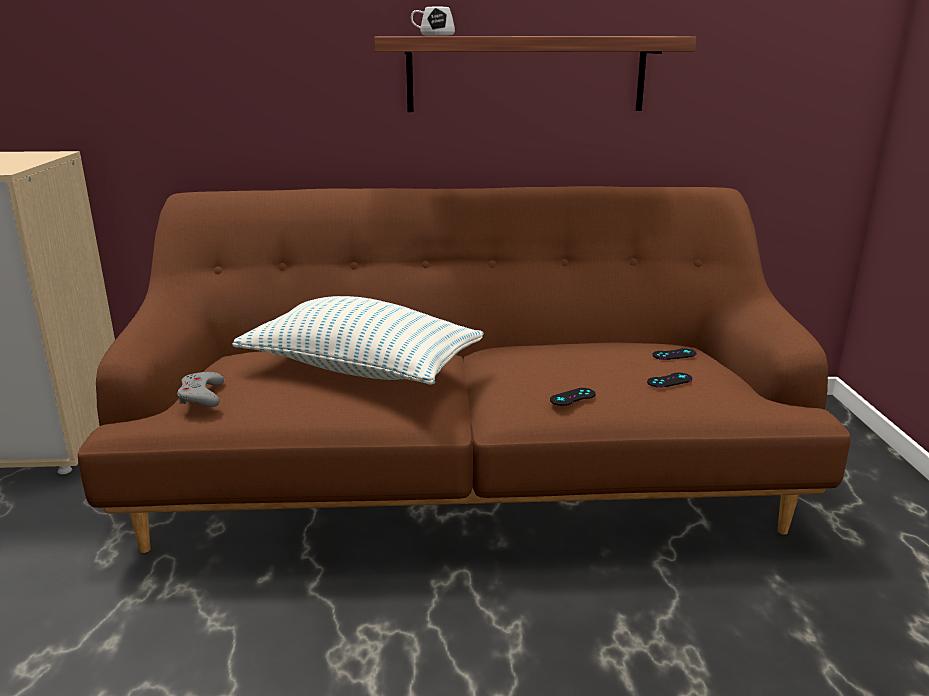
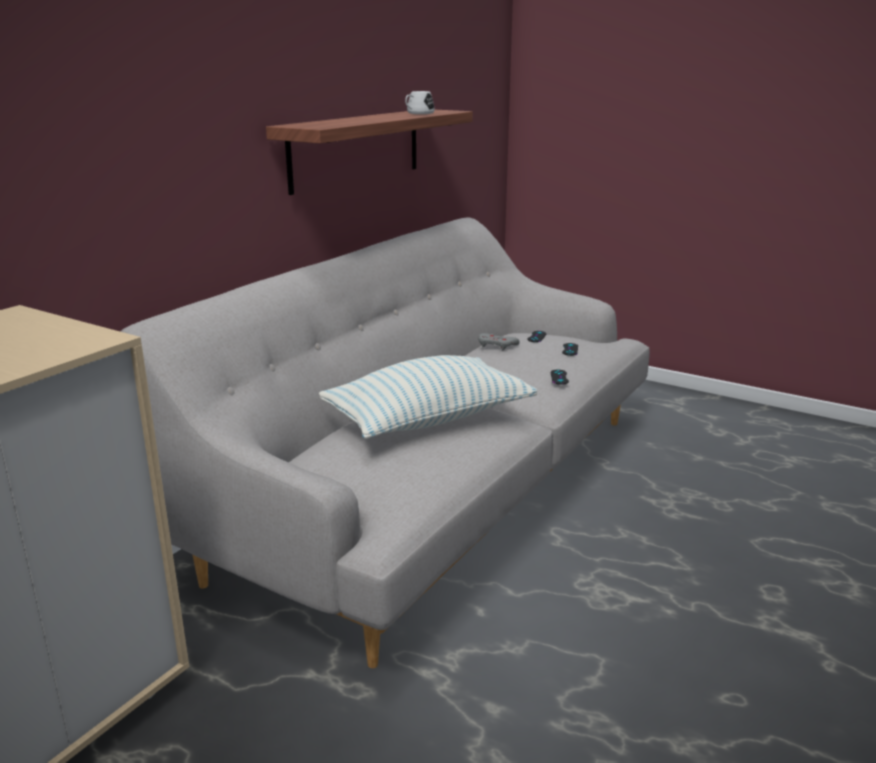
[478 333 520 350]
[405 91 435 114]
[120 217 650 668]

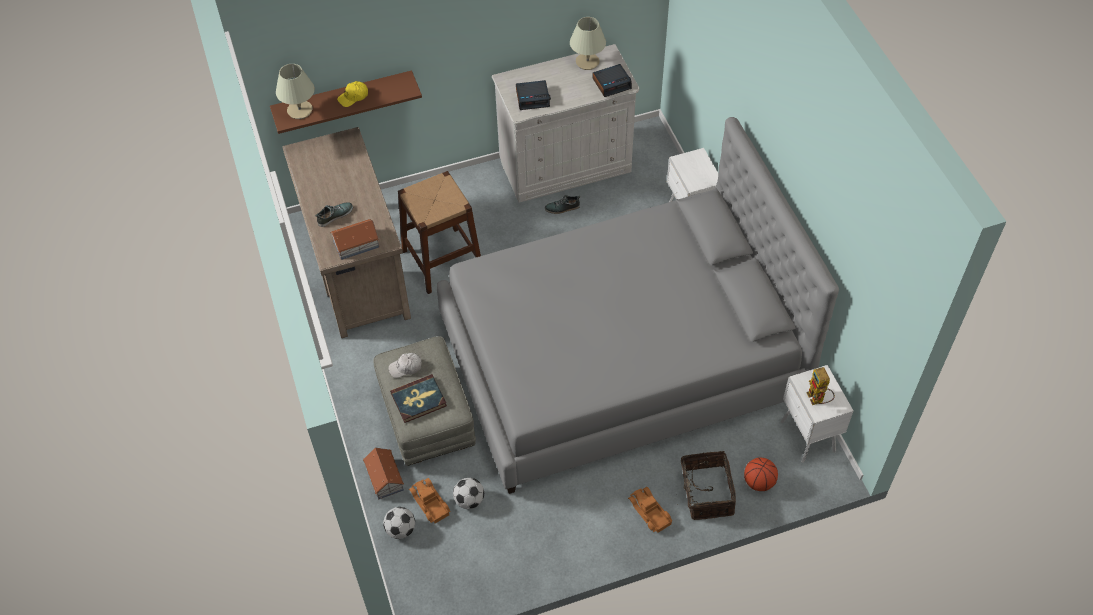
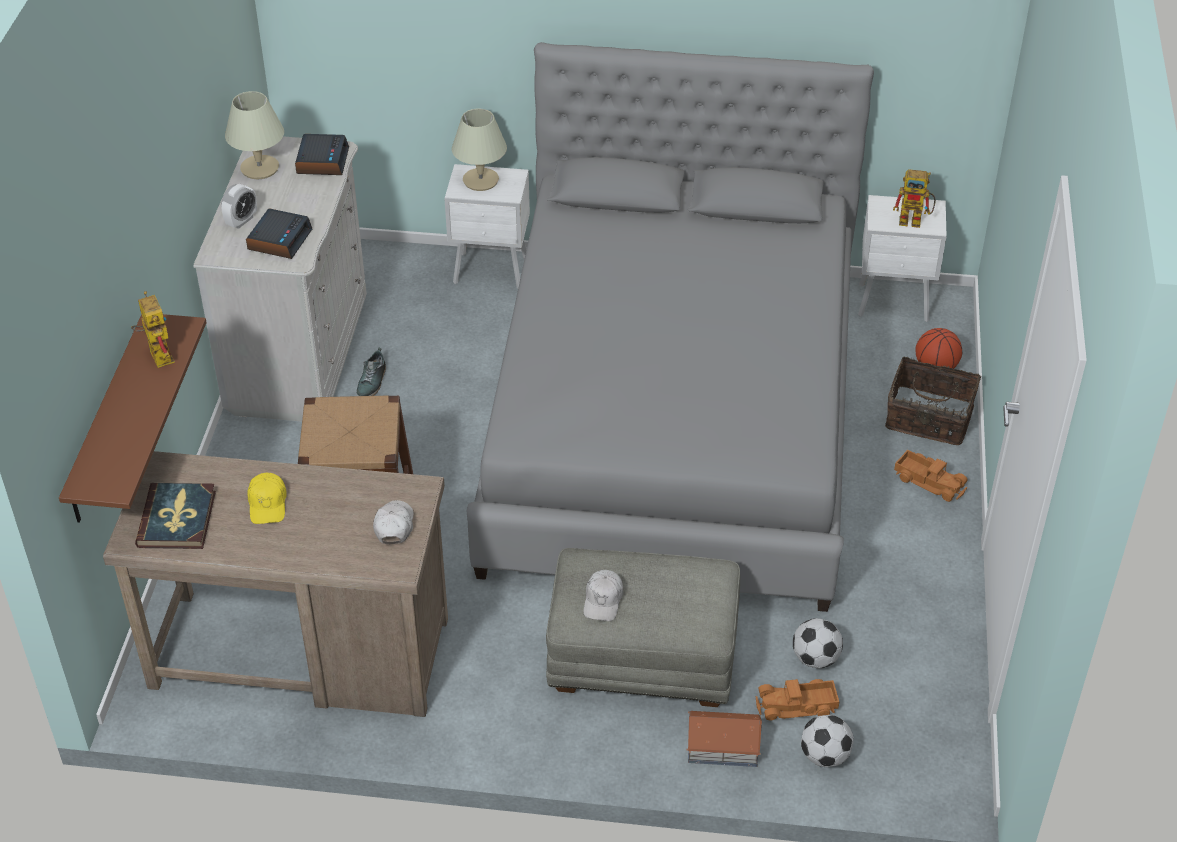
[315 202 353 227] (first image)
[131 291 175 368]
[221 184 257 229]
[452 108 507 191]
[247 473 287 524]
[135 483 216 549]
[373 500 414 544]
[894 450 968 502]

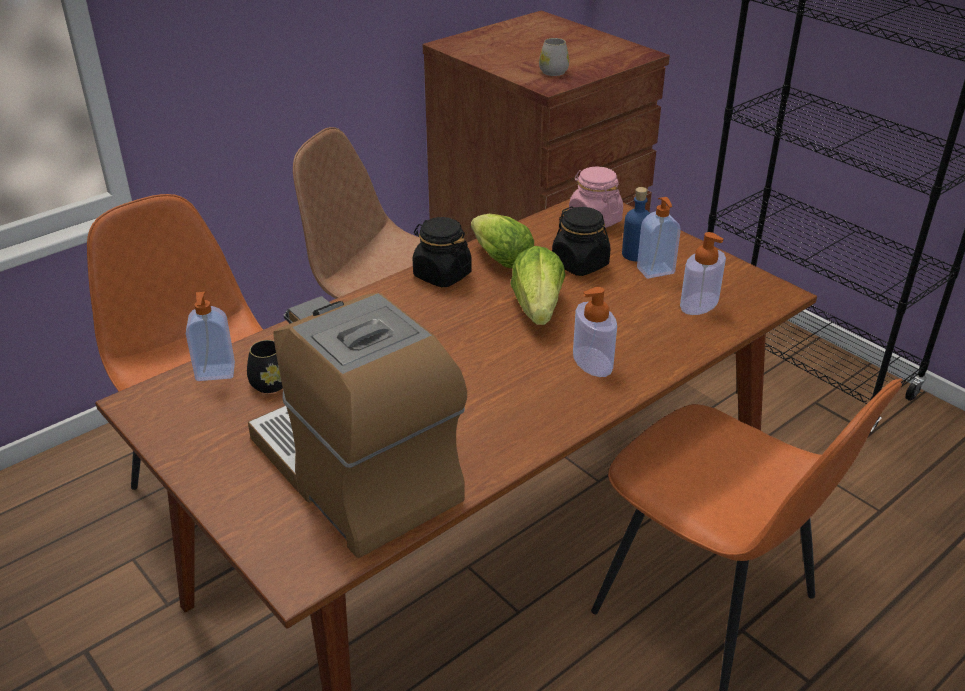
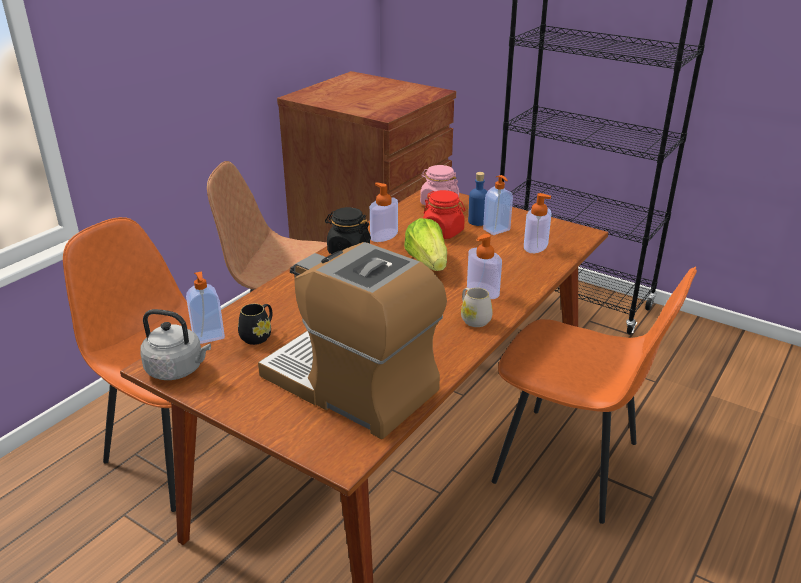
[140 309 211 380]
[461 288 493 327]
[370 182 398 242]
[423 190 465 239]

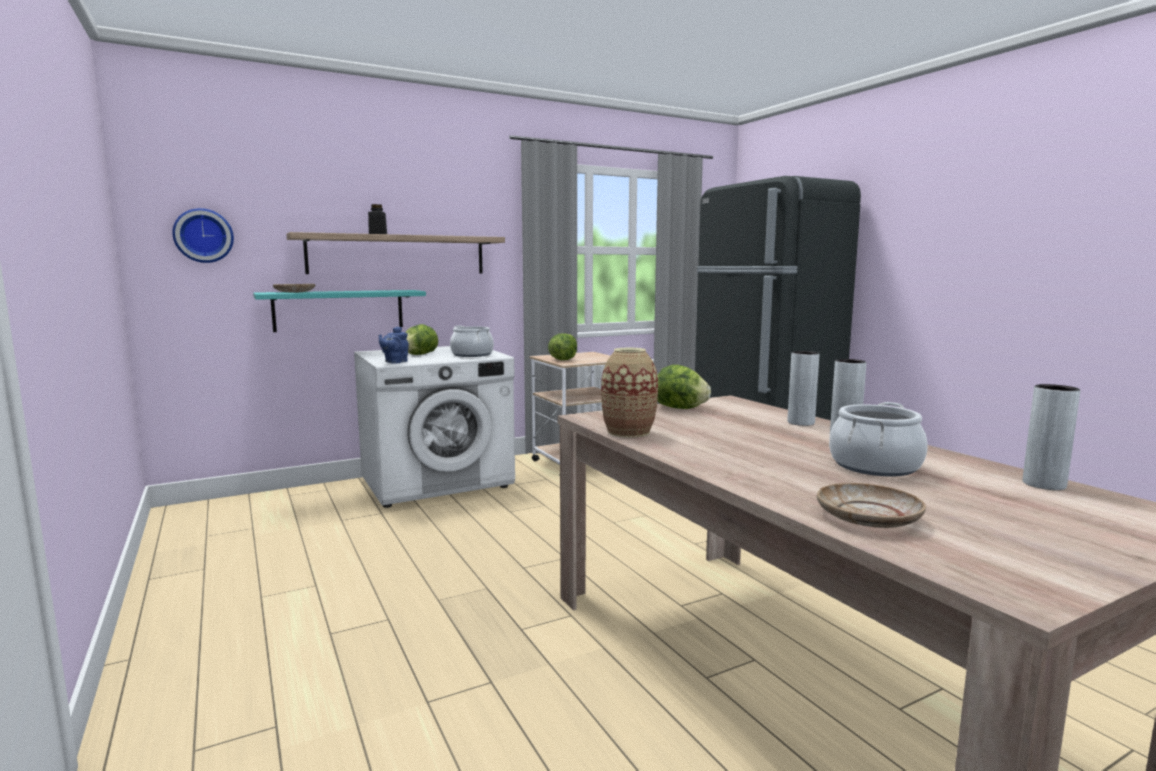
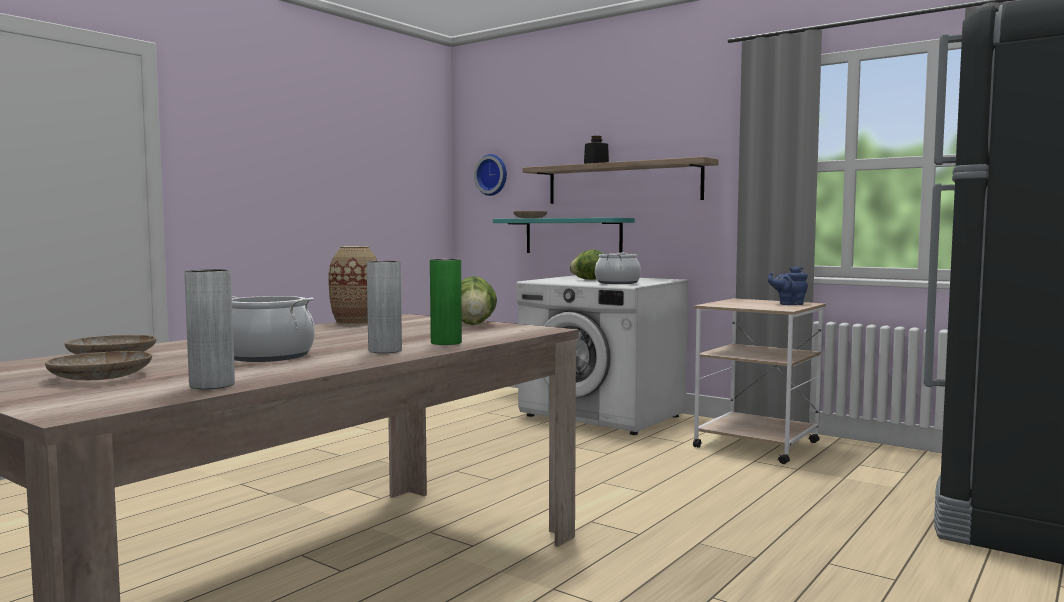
[548 333 577 360] (first image)
[45 351 152 380]
[768 267 808 305]
[430 259 462 345]

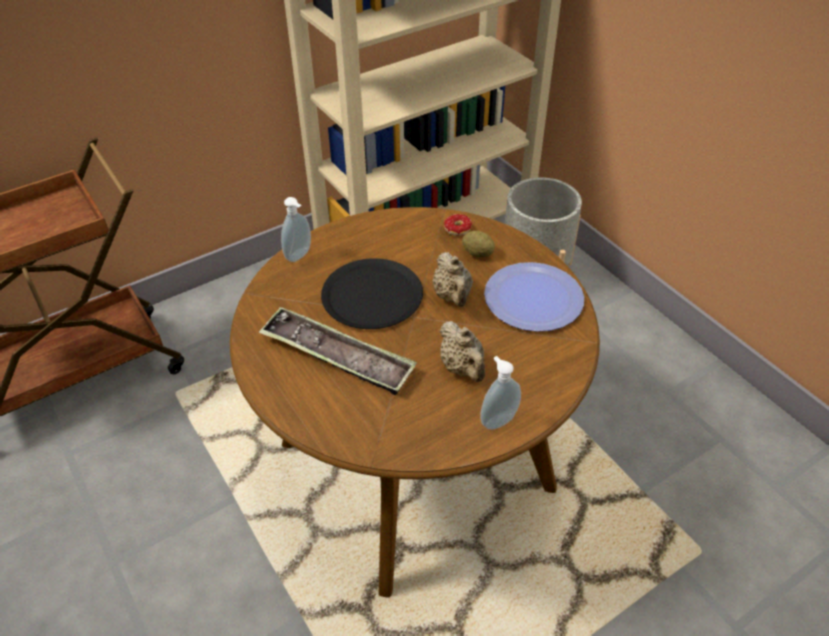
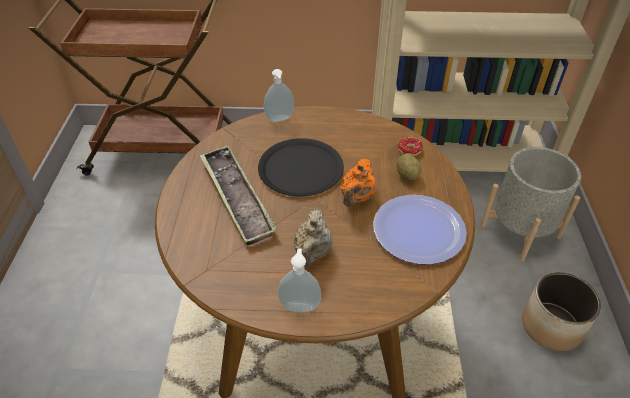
[522 272 601 351]
[340 159 376 207]

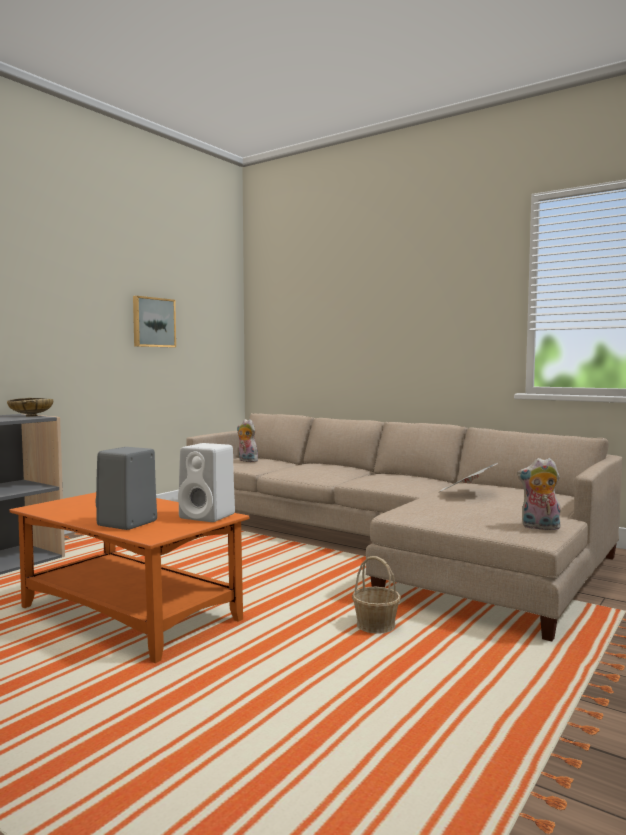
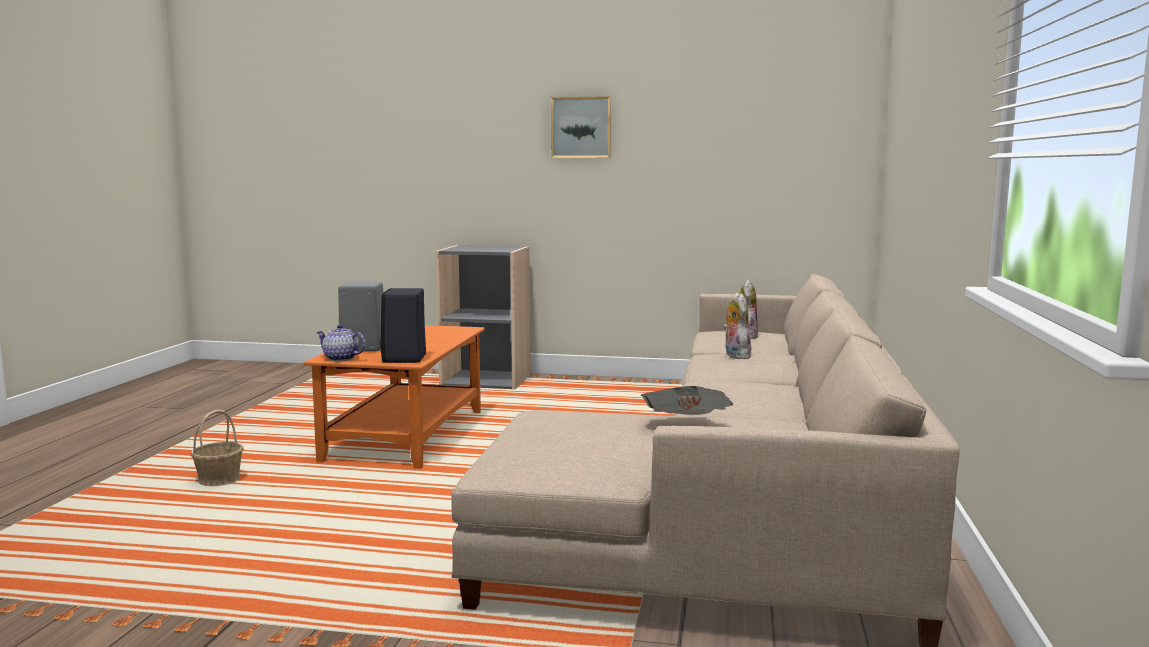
[7 397 53 417] (first image)
[316 325 366 361]
[551 96 611 158]
[191 410 244 486]
[723 293 751 359]
[380 288 426 363]

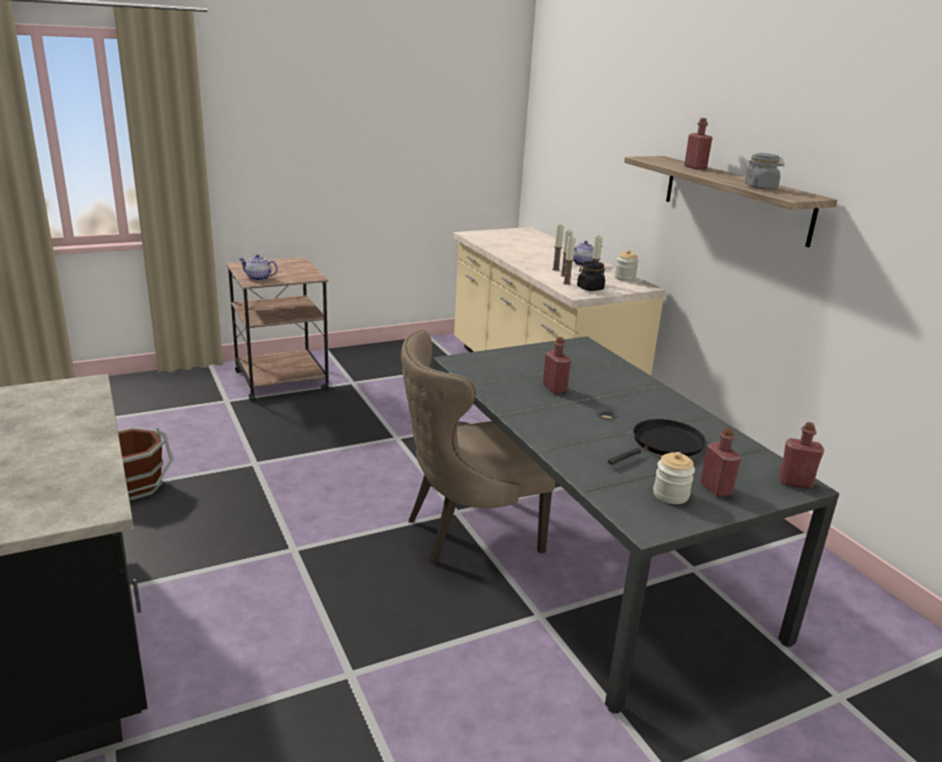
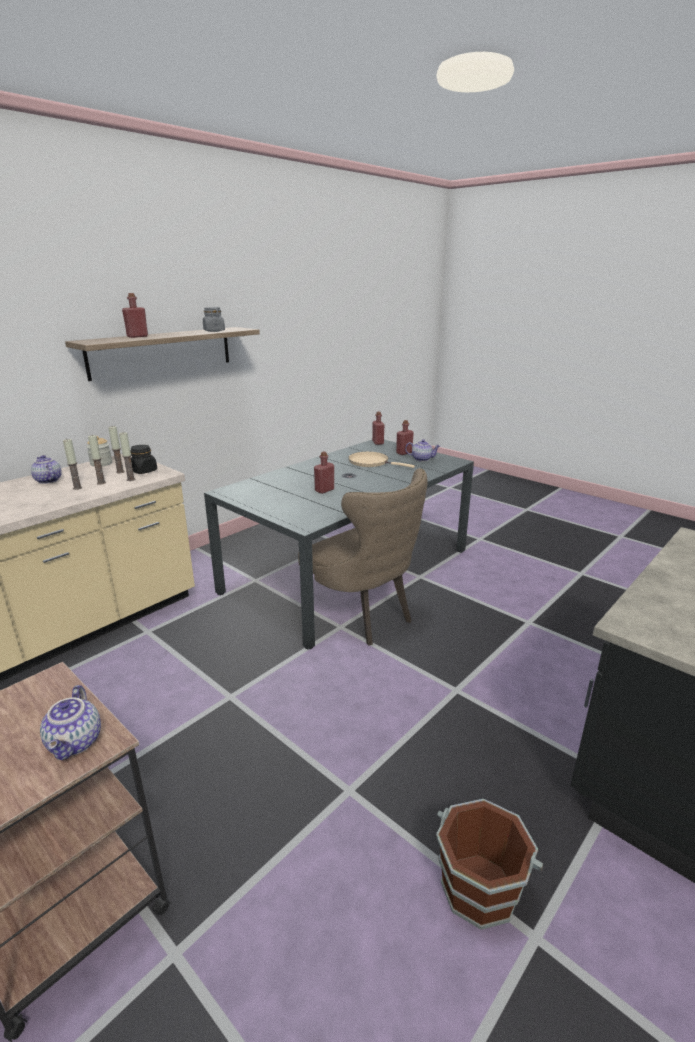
[405 439 440 461]
[348 452 415 468]

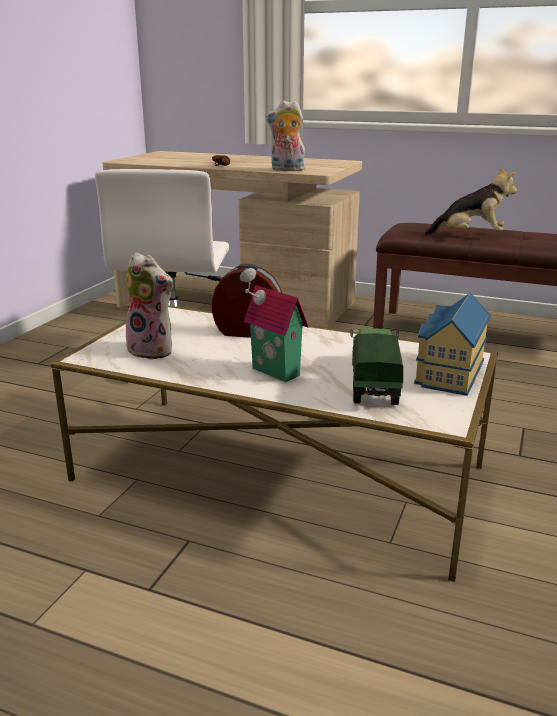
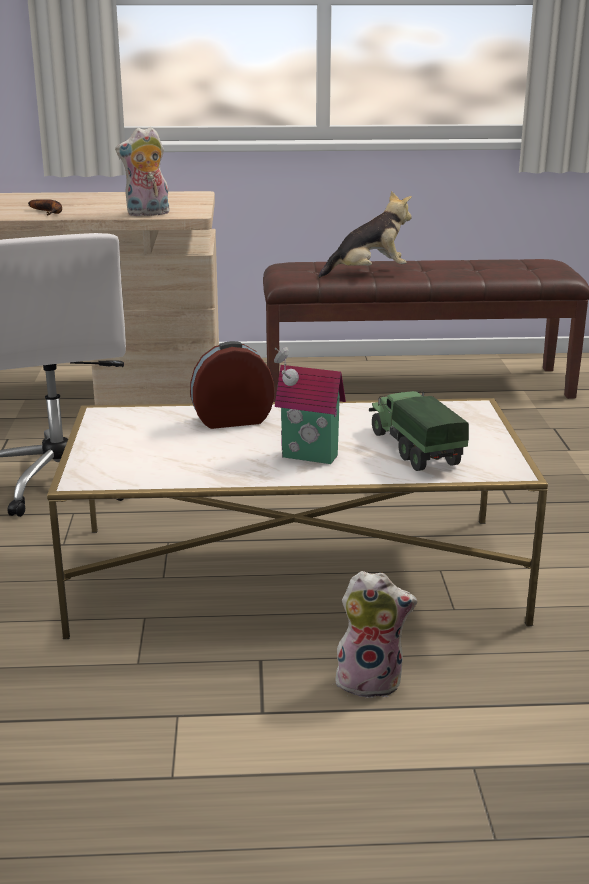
[414 292 491 396] (first image)
[332 571 417 698]

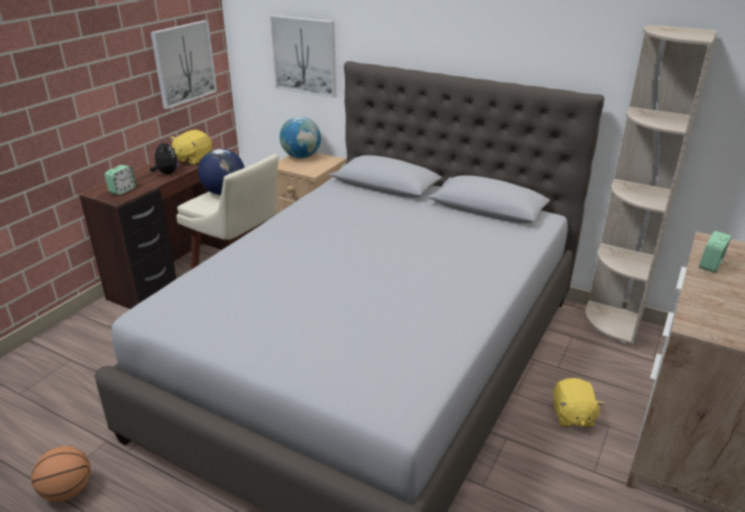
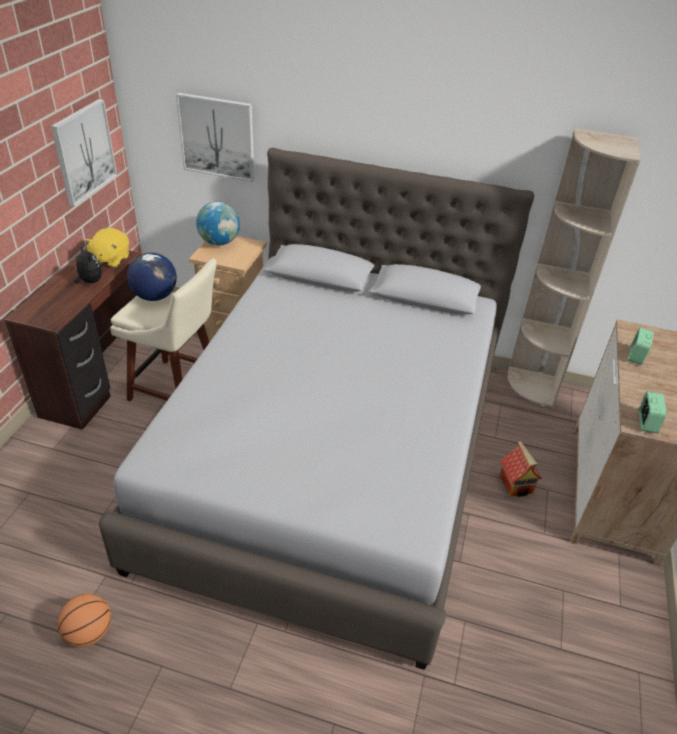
[639 391 667 434]
[500 441 542 497]

